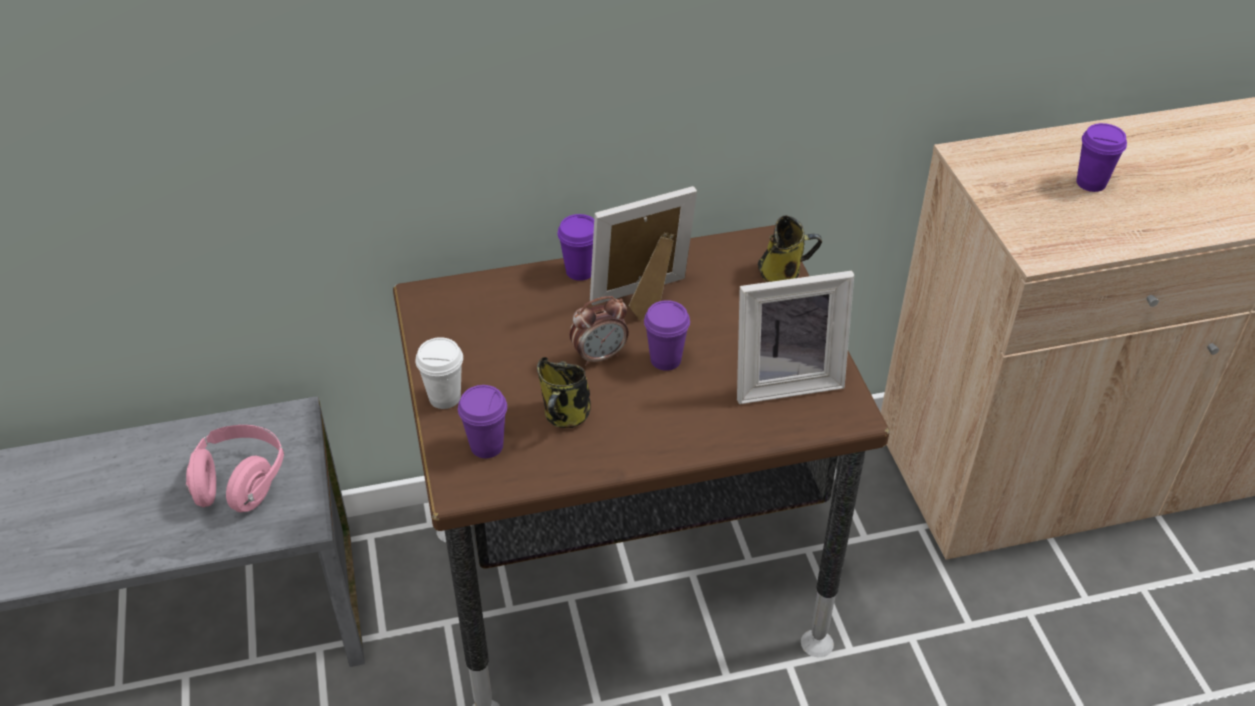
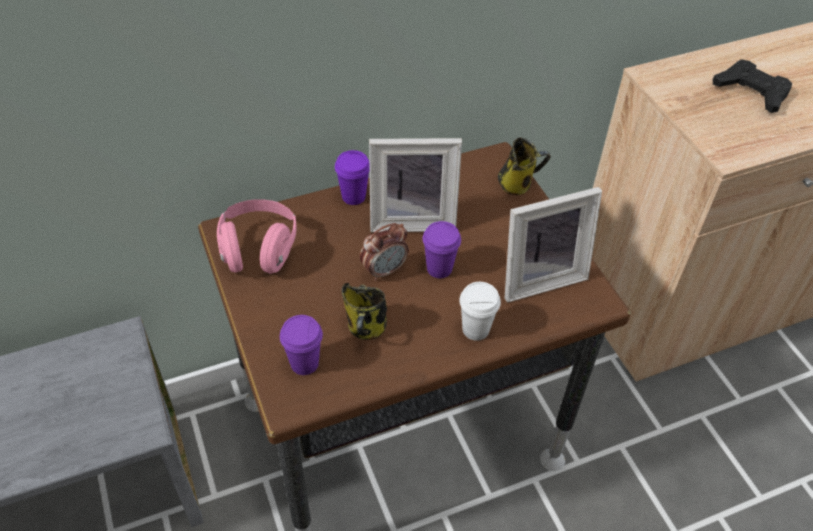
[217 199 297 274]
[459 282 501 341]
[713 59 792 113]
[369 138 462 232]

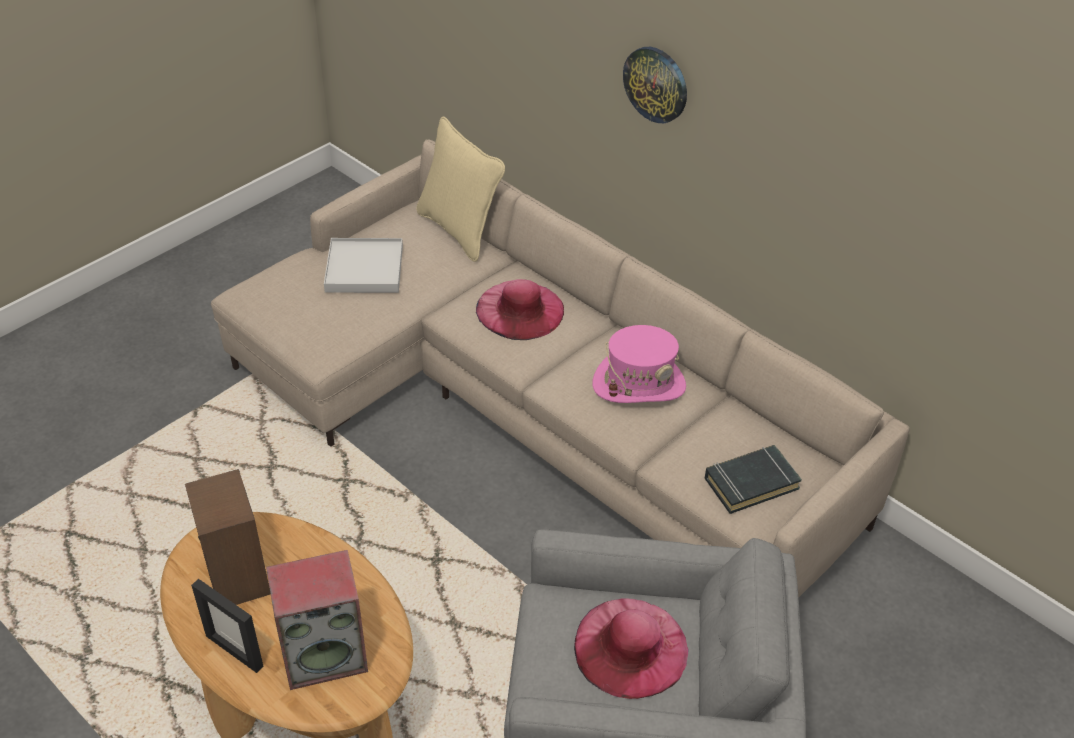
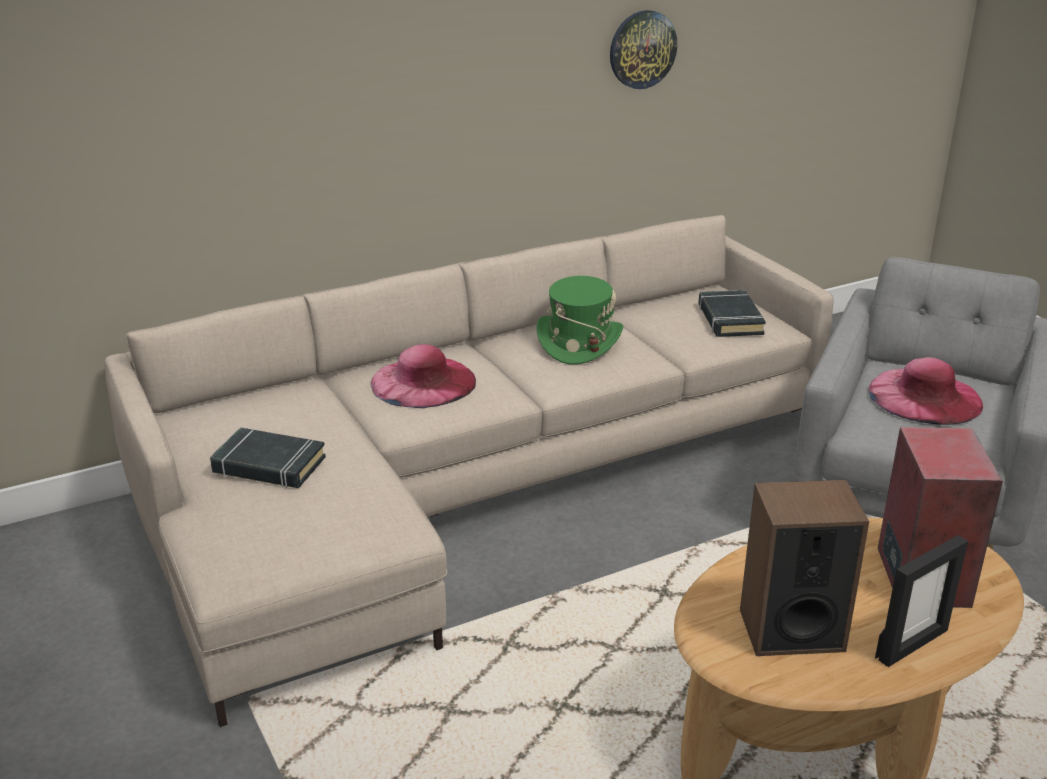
[416 117 505 262] (first image)
[610 10 677 89]
[210 427 326 488]
[536 276 623 364]

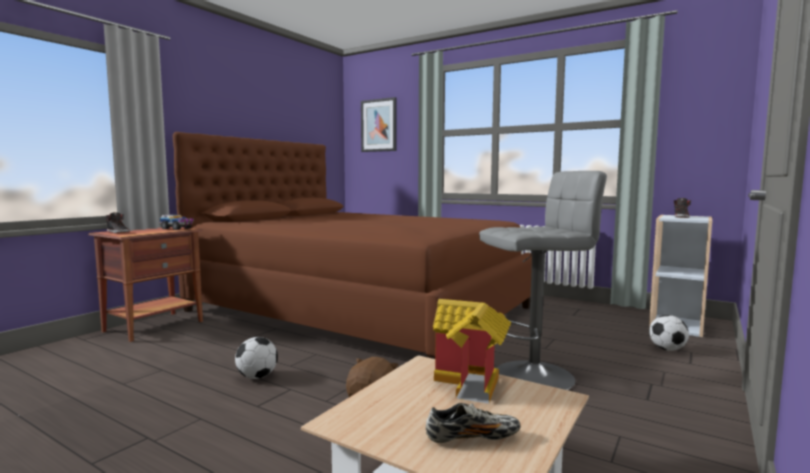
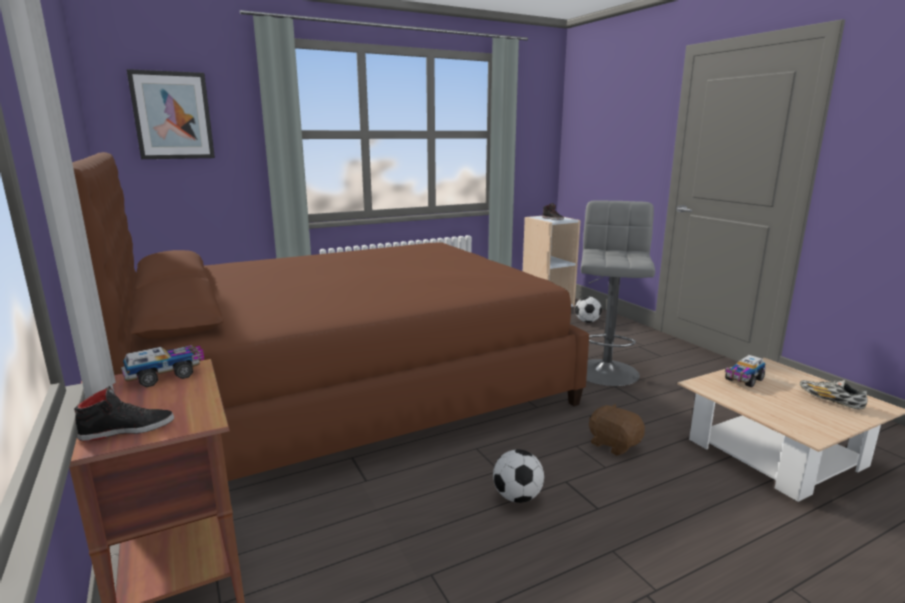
[725 355 766 387]
[800 380 868 409]

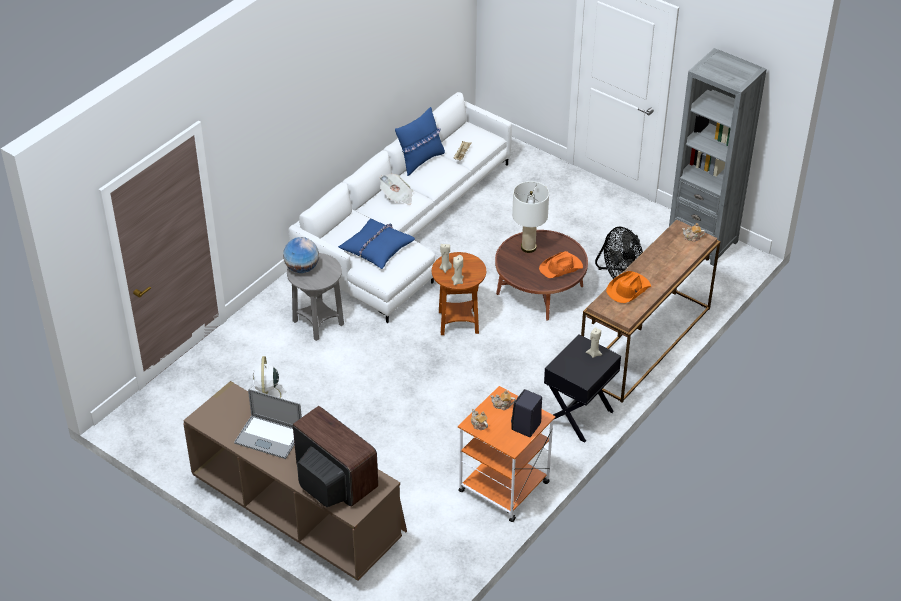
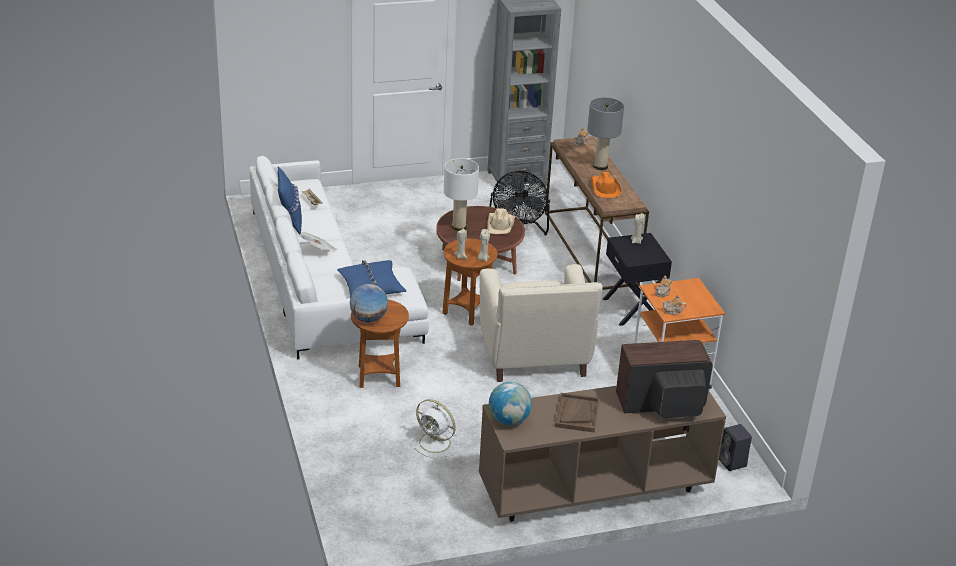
[480 264 603 382]
[489 382 532 425]
[587 97 624 170]
[719 424 752 471]
[555 393 599 432]
[351 300 409 388]
[487 208 516 234]

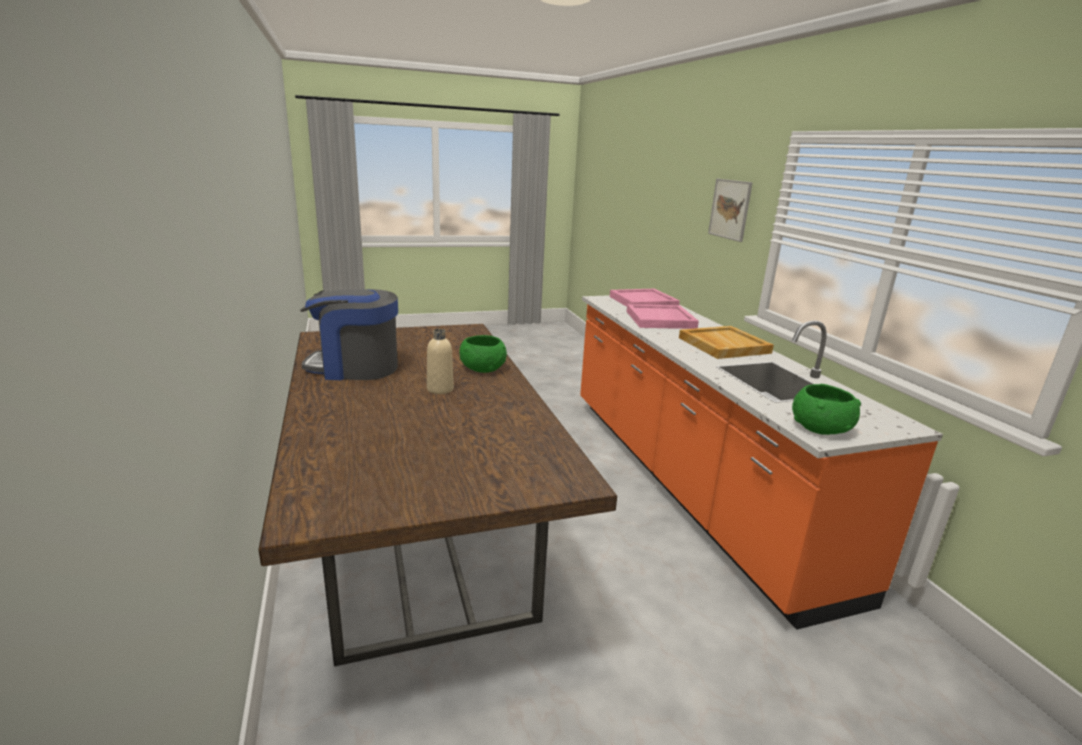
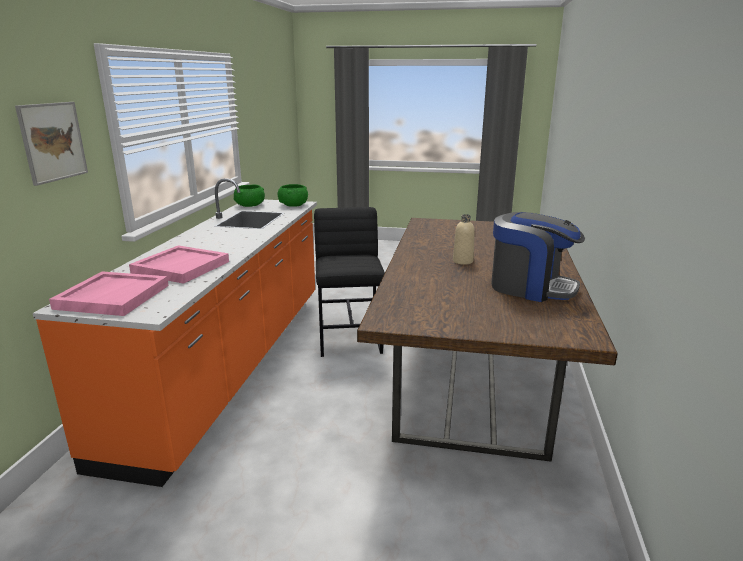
[679 326 774 359] (first image)
[314 207 385 357]
[233 185 265 207]

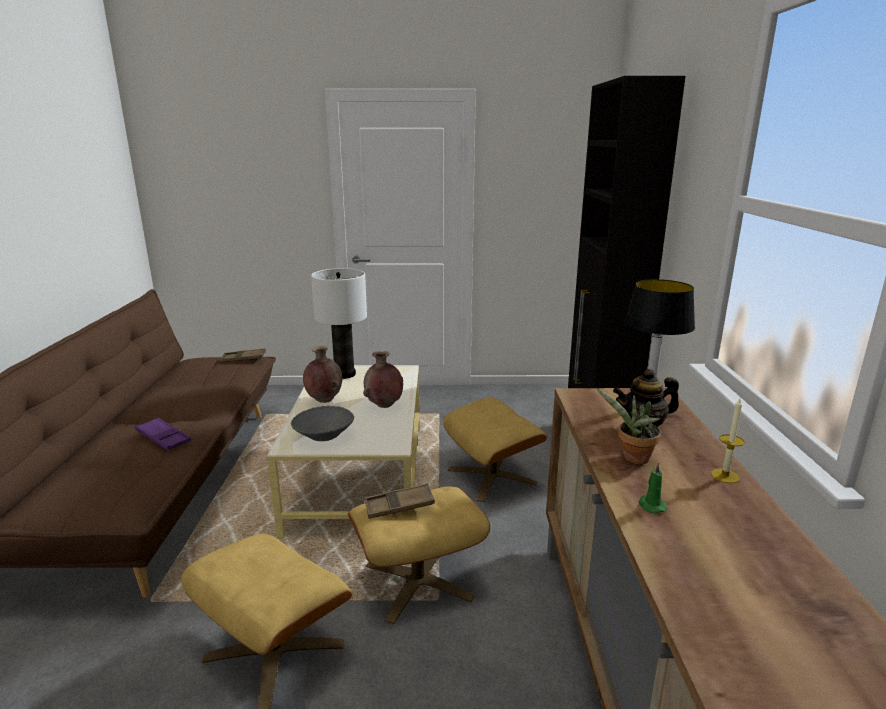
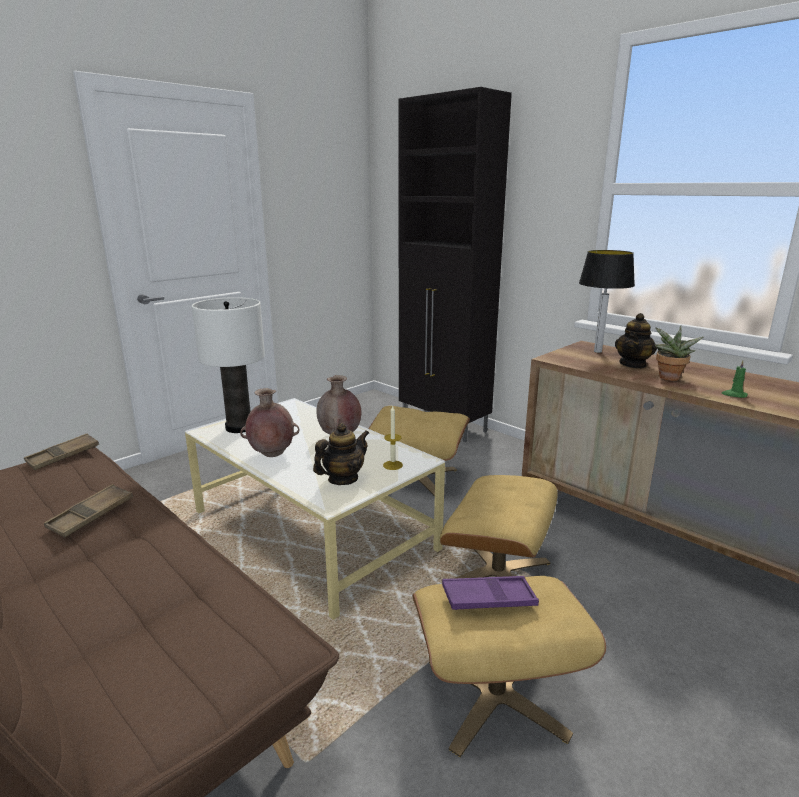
[442 576 539 610]
[44 484 133 538]
[383 406 403 470]
[313 423 369 485]

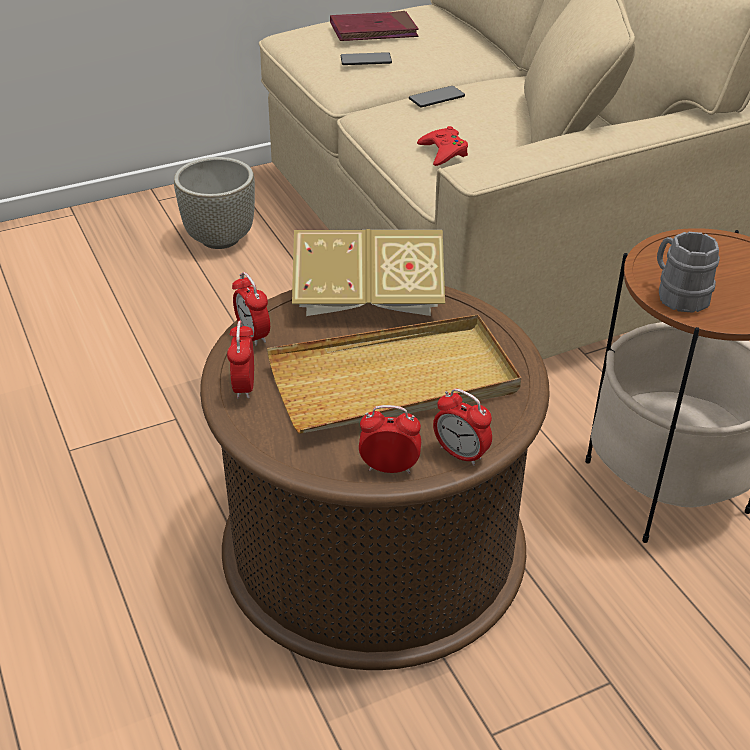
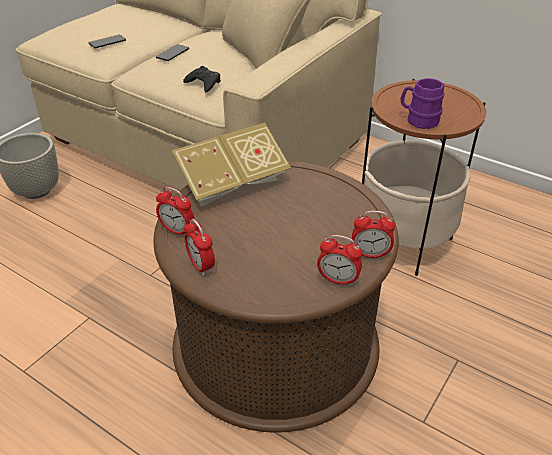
[267 314 521 434] (first image)
[330 11 419 41] (first image)
[183 66 221 92]
[401 78 445 129]
[317 235 362 287]

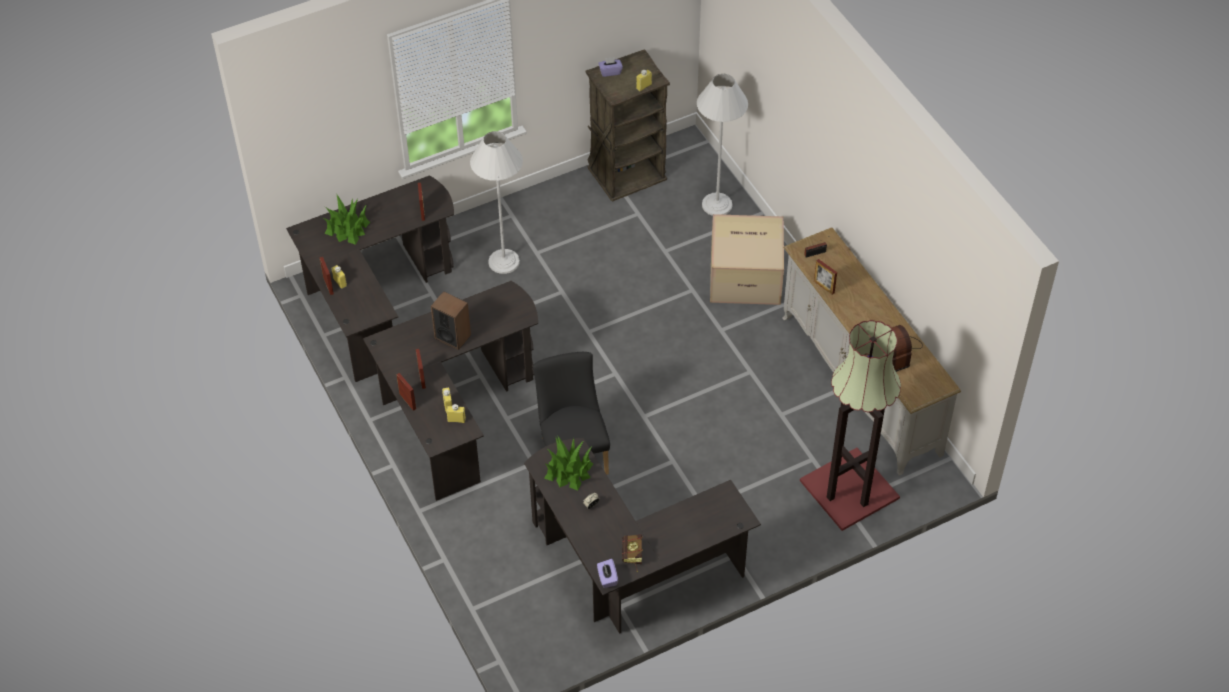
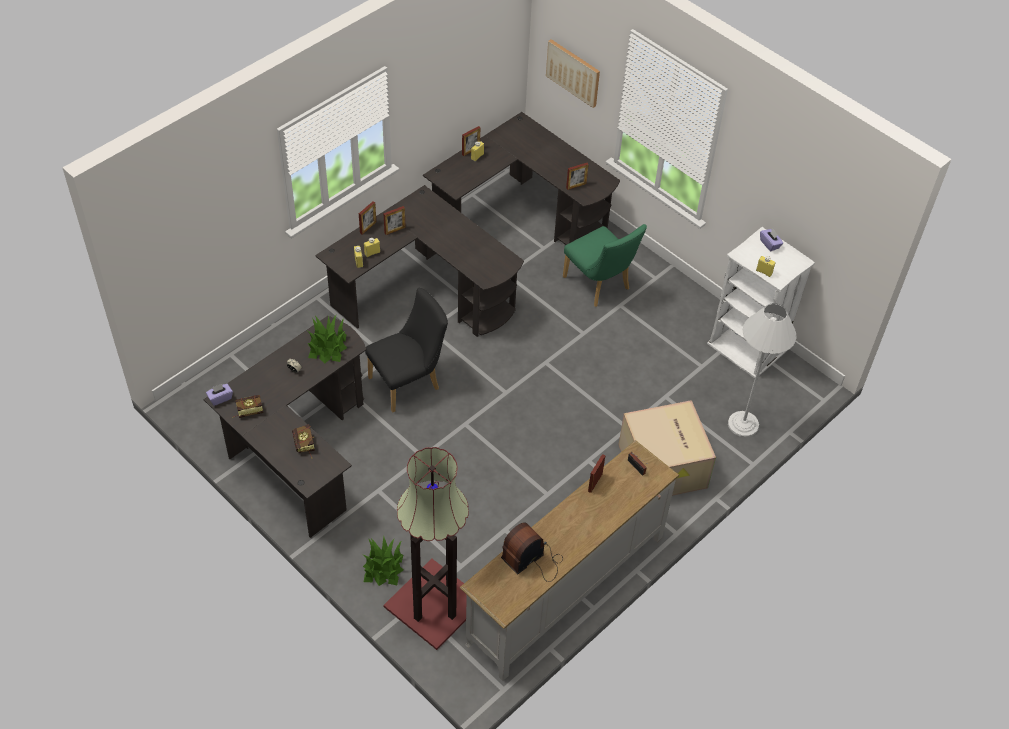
[431 291 471 350] (first image)
[292 424 315 457]
[546 39 600 108]
[363 536 403 586]
[563 224 647 307]
[707 227 815 378]

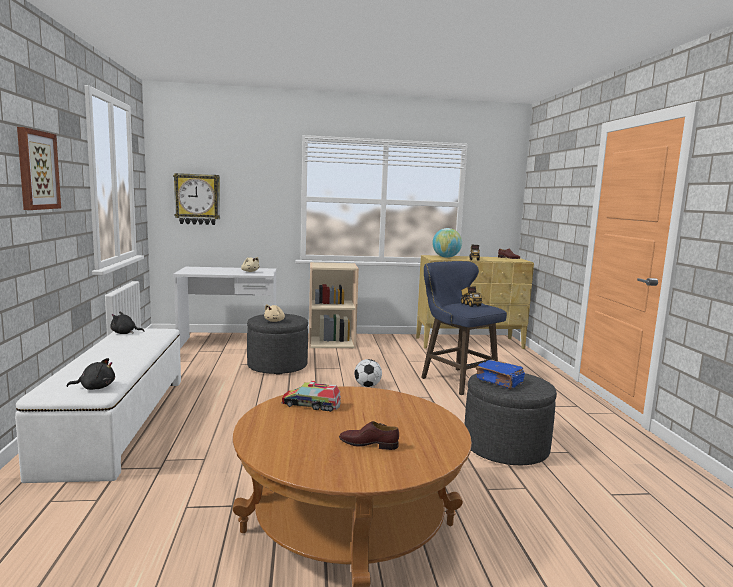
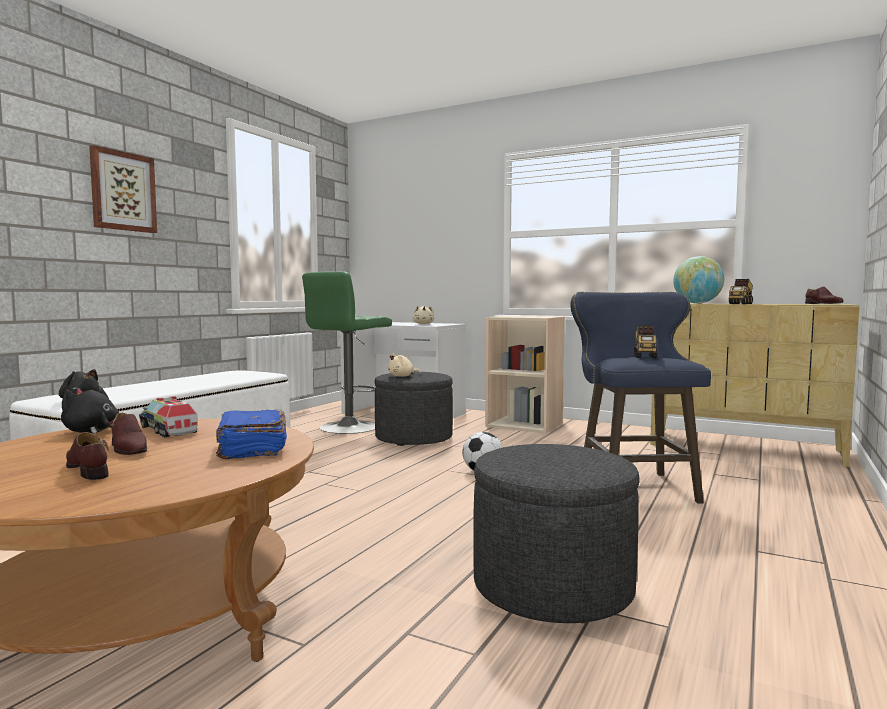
[173 173 220 225] (first image)
[109 413 147 455]
[302 271 392 434]
[61 385 119 434]
[216 410 287 459]

